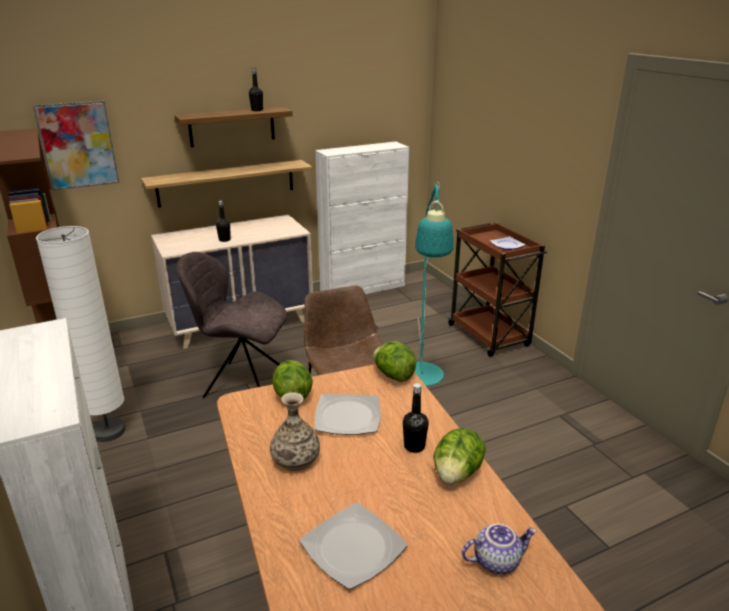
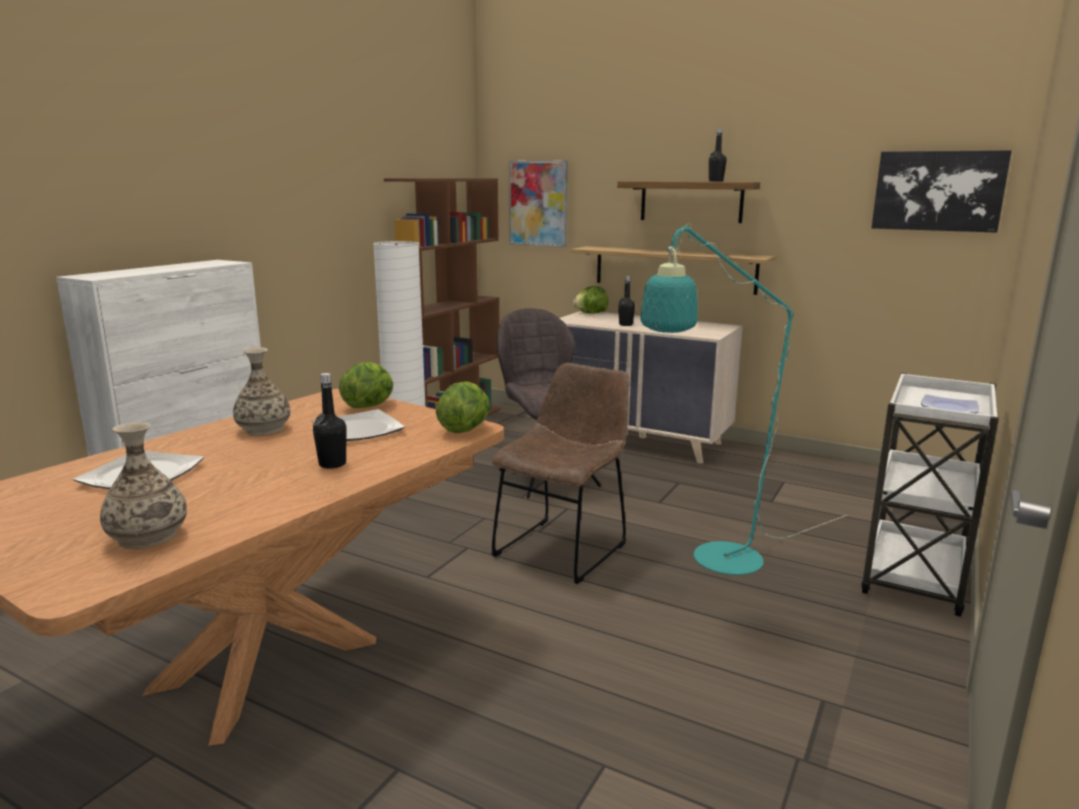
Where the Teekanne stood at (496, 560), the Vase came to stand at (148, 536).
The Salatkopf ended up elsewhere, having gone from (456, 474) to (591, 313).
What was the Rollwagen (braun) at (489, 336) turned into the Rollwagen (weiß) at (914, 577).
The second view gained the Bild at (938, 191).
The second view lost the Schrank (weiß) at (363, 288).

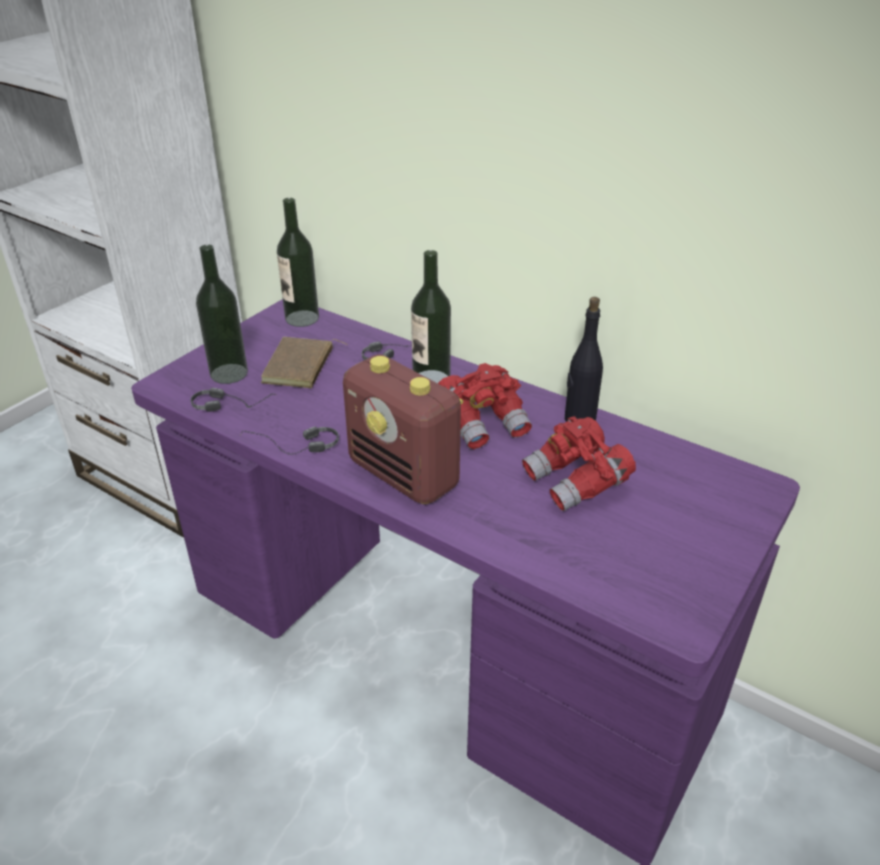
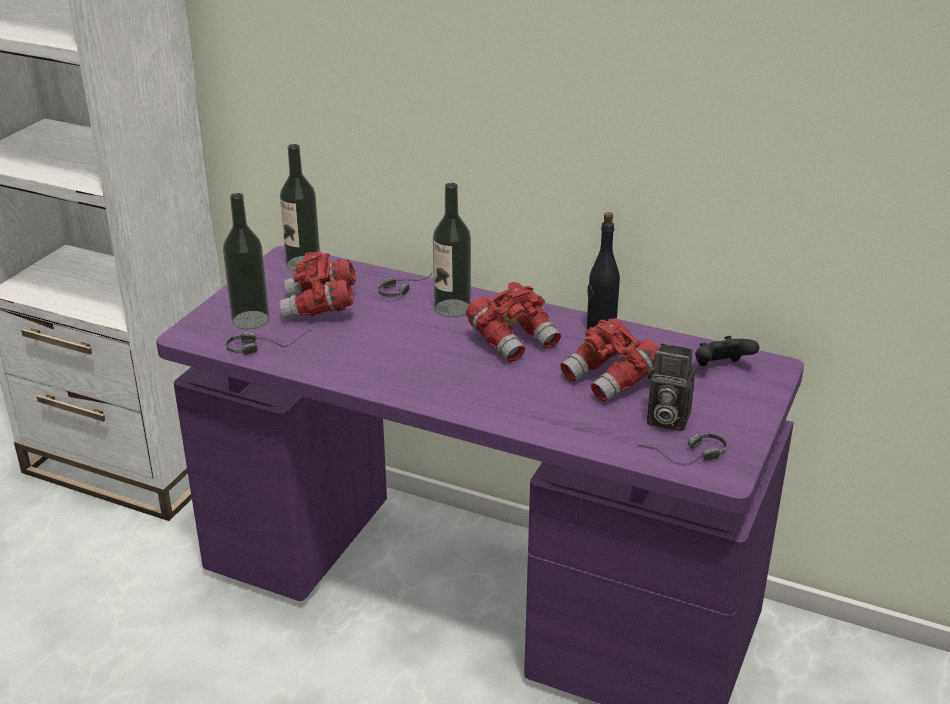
Where the Buch (braun) stood at (301, 367), the Fernglas (rot) came to stand at (320, 308).
The Kopfhörer ended up elsewhere, having gone from (292, 449) to (683, 460).
The second view gained the Kamera at (665, 419).
The second view gained the Gamepad (schwarz) at (721, 368).
The second view lost the Radio at (405, 475).

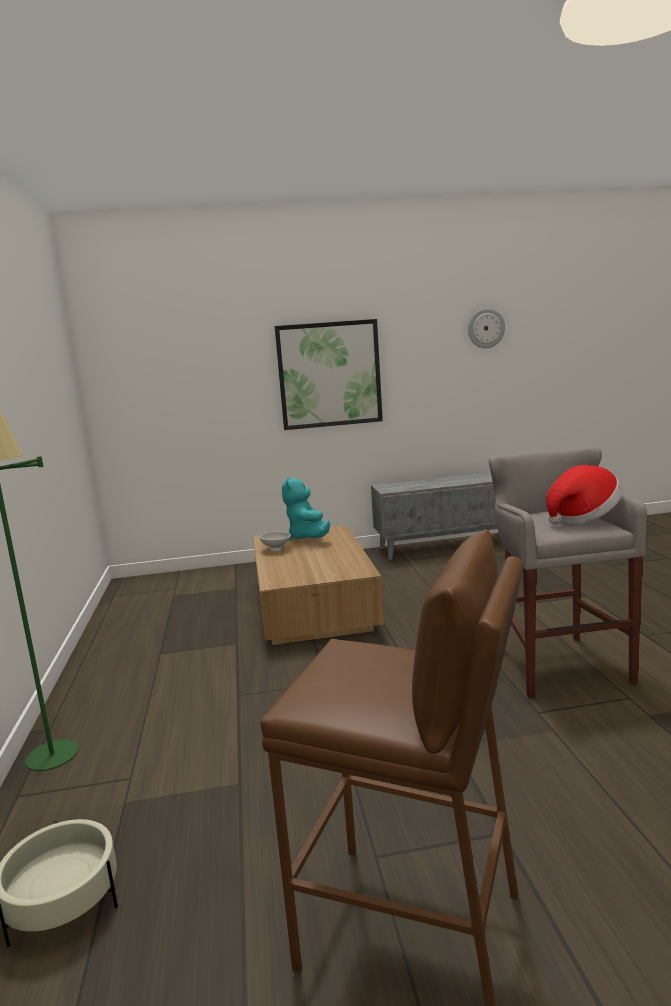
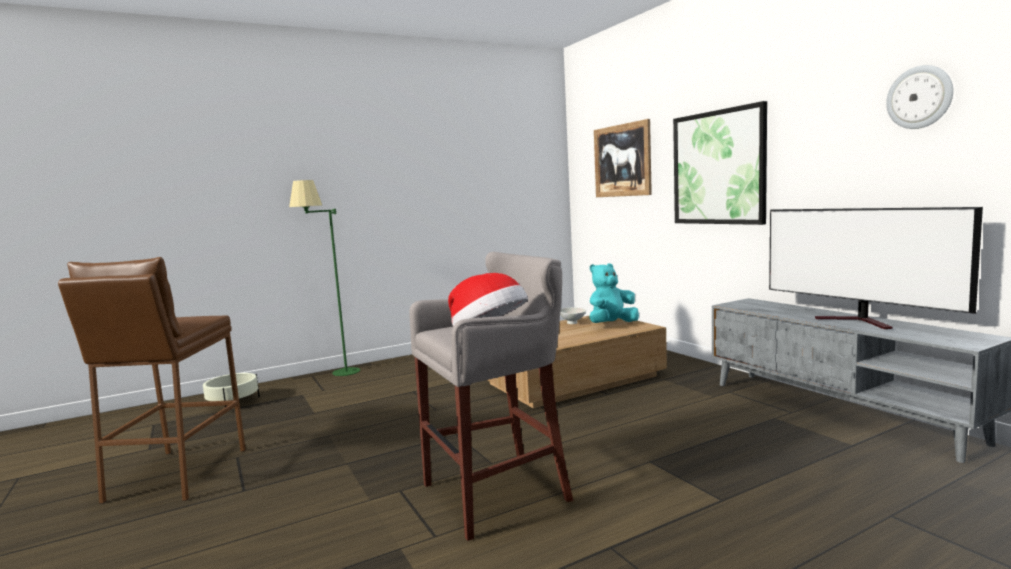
The second view gained the Bild at (622, 160).
The second view gained the Fernseher at (860, 321).

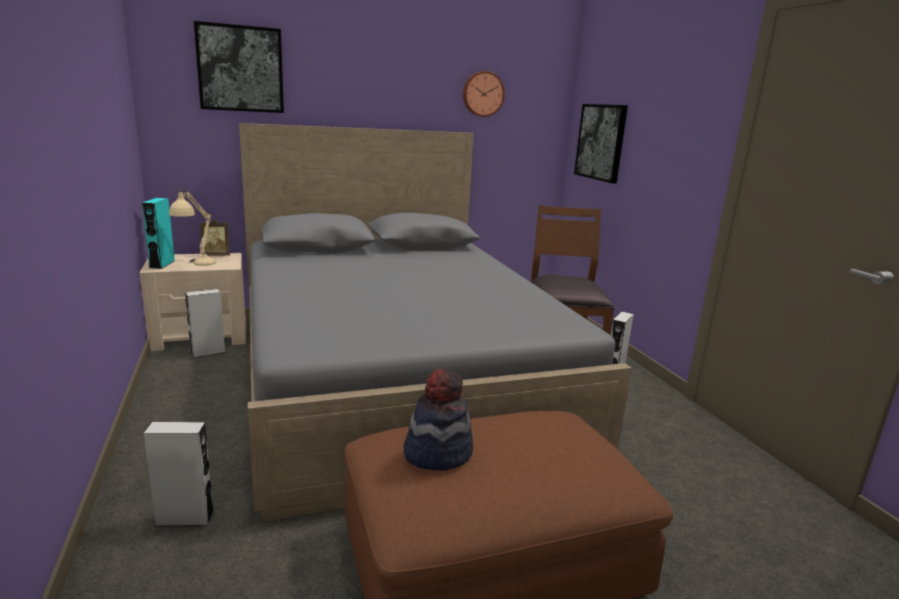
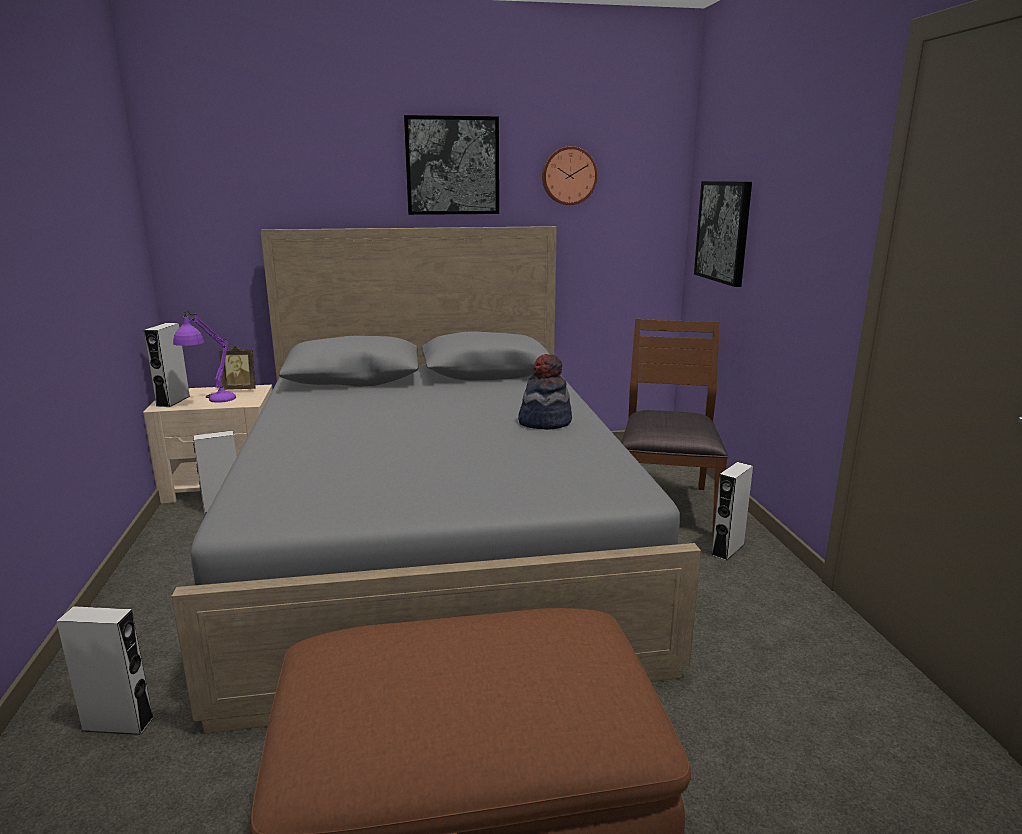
What was the Lautsprecher (türkis) at (162, 264) turned into the Lautsprecher (grau) at (173, 401).
What was the Tischlampe (beige) at (196, 265) turned into the Tischlampe (lila) at (210, 402).
The Bild ended up elsewhere, having gone from (240, 69) to (452, 166).
The Hut ended up elsewhere, having gone from (437, 452) to (544, 422).

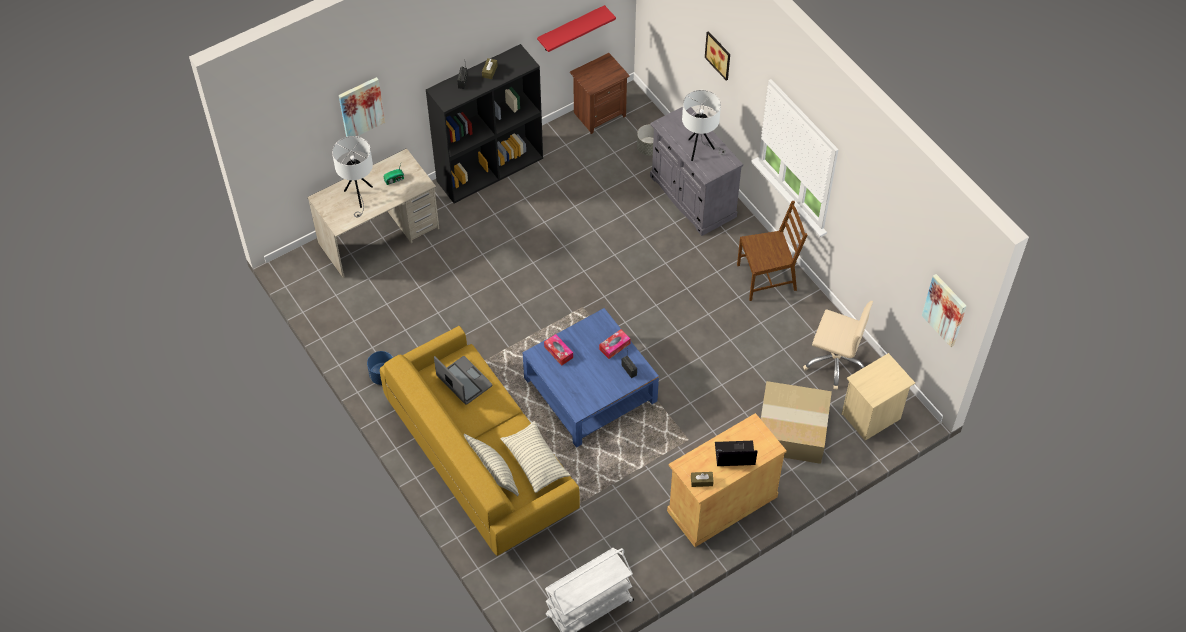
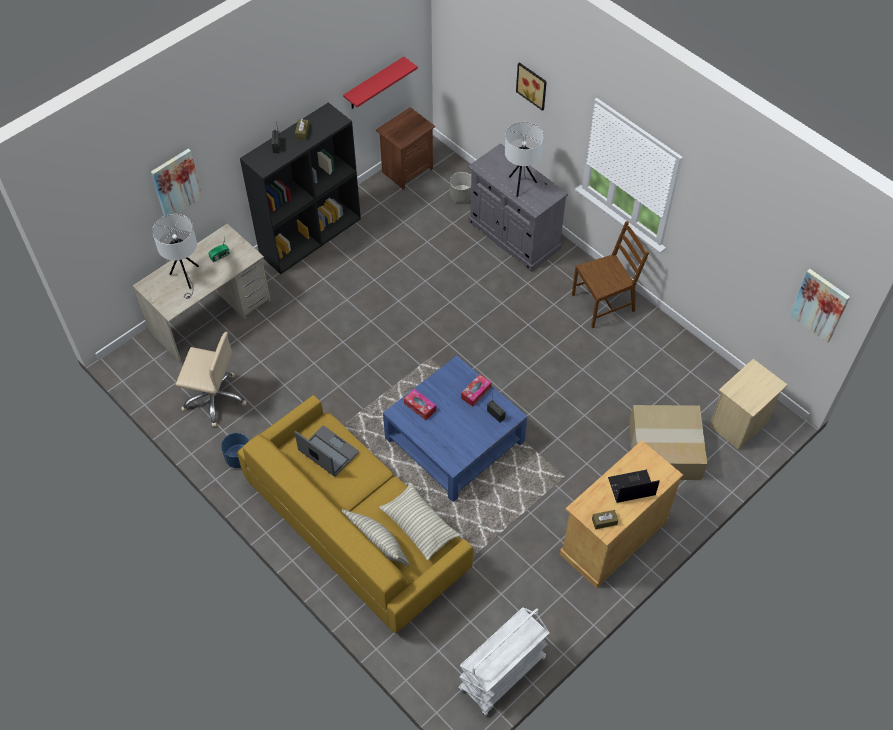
The Bürostuhl (beige) ended up elsewhere, having gone from (835, 362) to (214, 398).

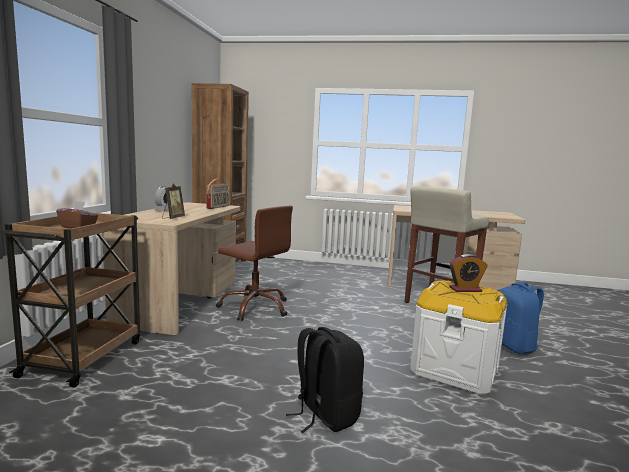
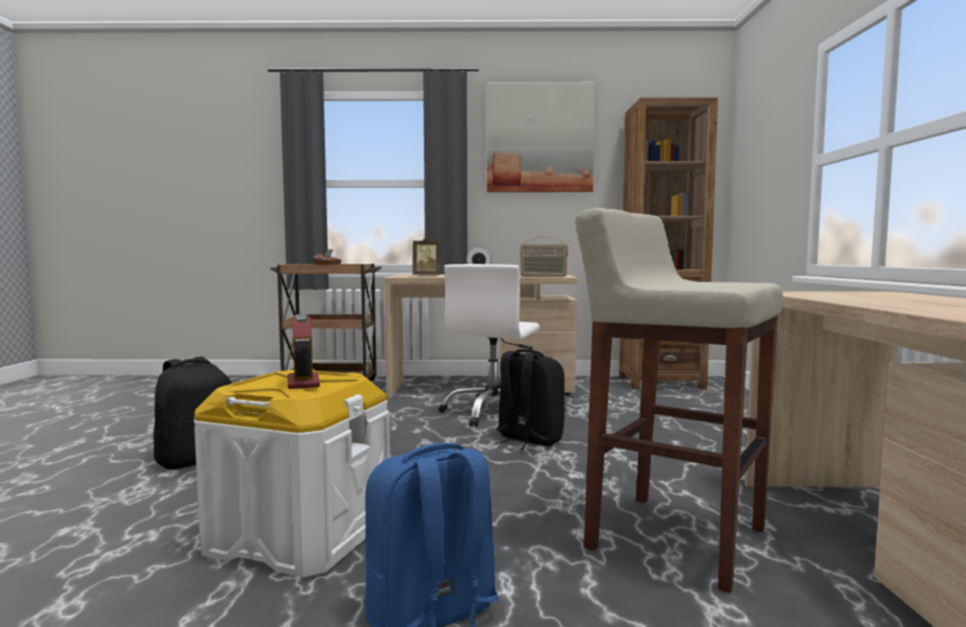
What was the Bürostuhl (braun) at (255, 307) turned into the Bürostuhl (weiß) at (493, 412).
The second view gained the Bild at (539, 138).
The second view gained the Rucksack (schwarz) at (528, 440).

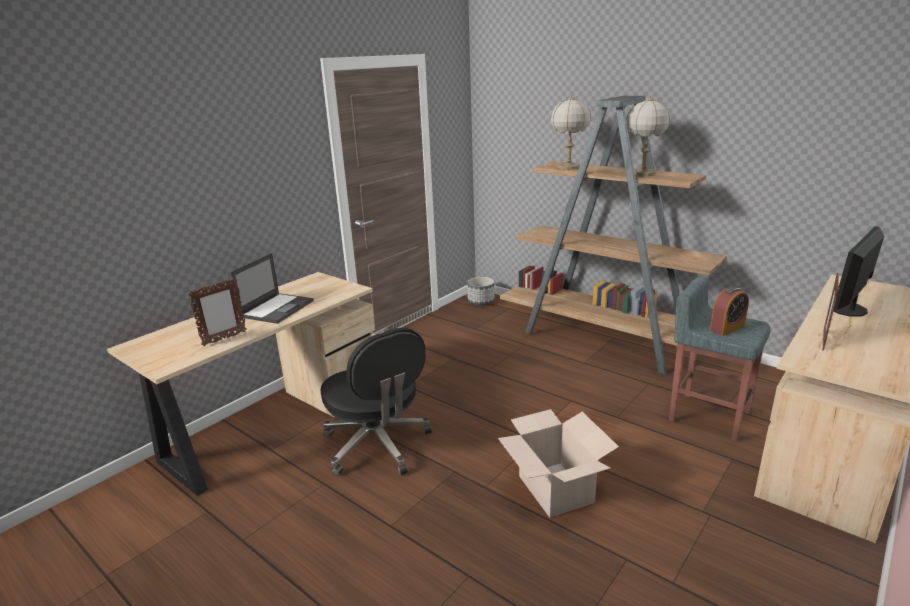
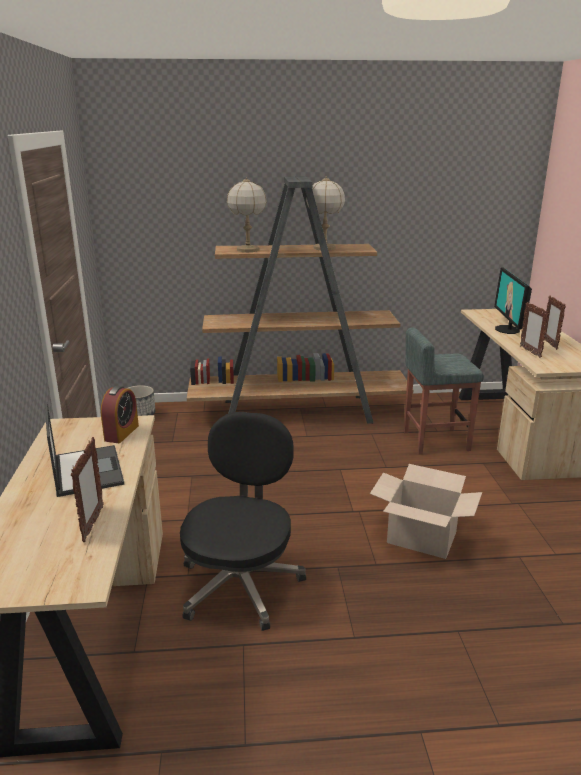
The Wecker ended up elsewhere, having gone from (727, 328) to (121, 433).
The Bürostuhl (schwarz) at (377, 445) ended up facing another way, 90 degrees counterclockwise from before.
The second view gained the Bilderrahmen at (549, 344).

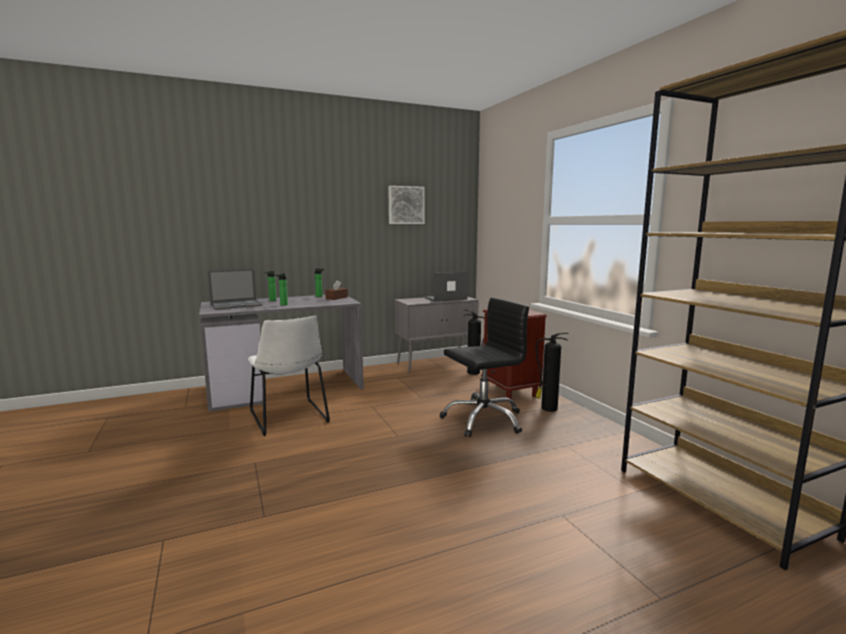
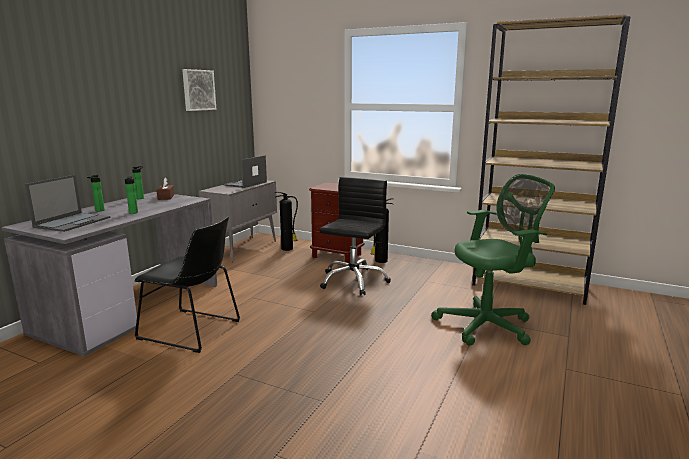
What was the Stuhl (weiß) at (289, 418) turned into the Stuhl (schwarz) at (193, 330).
The second view gained the Bürostuhl (grün) at (488, 325).

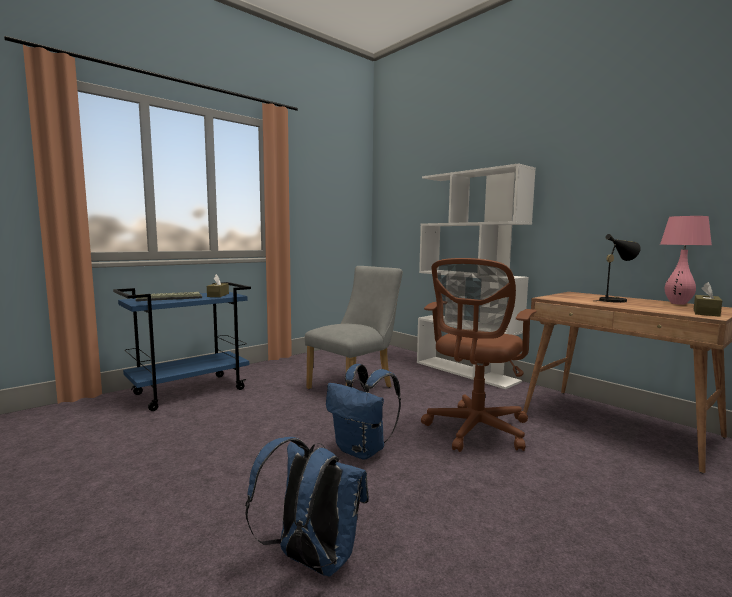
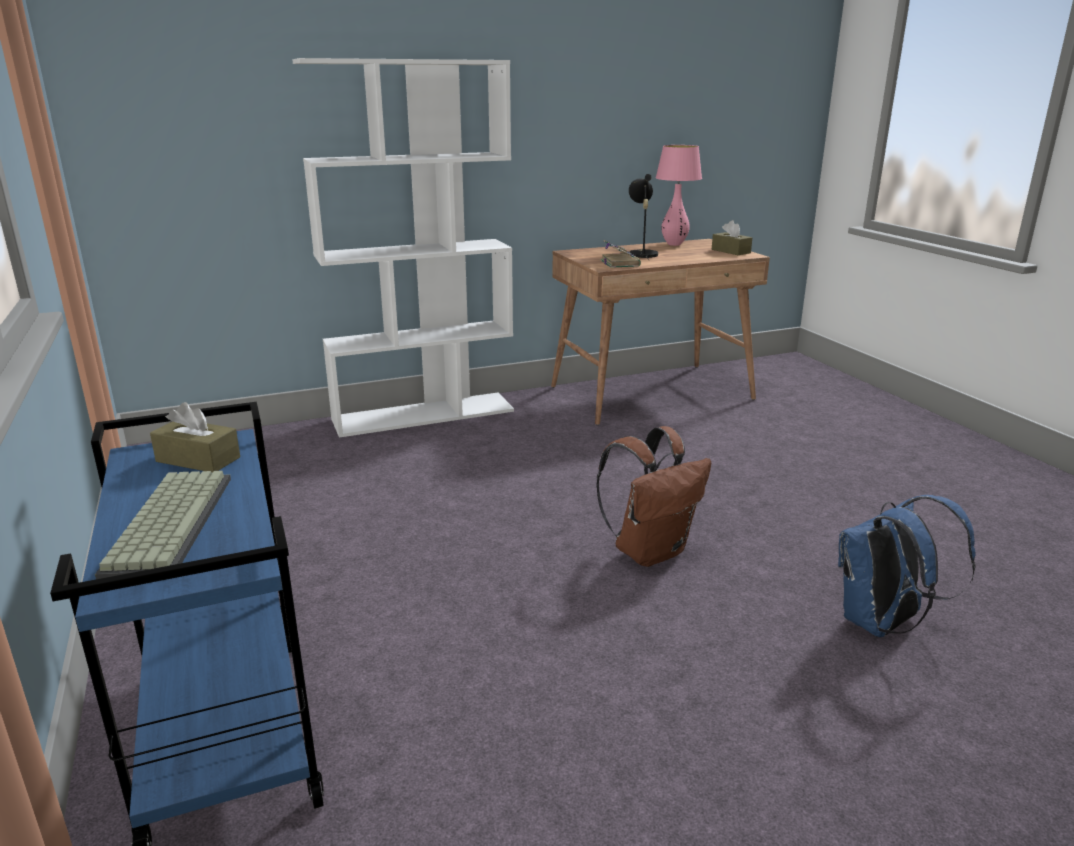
What was the Rucksack (blau) at (362, 450) turned into the Rucksack (braun) at (650, 551).
The second view gained the Buch at (619, 263).
The second view lost the Stuhl (grau) at (355, 387).
The second view lost the Bürostuhl (braun) at (475, 431).

